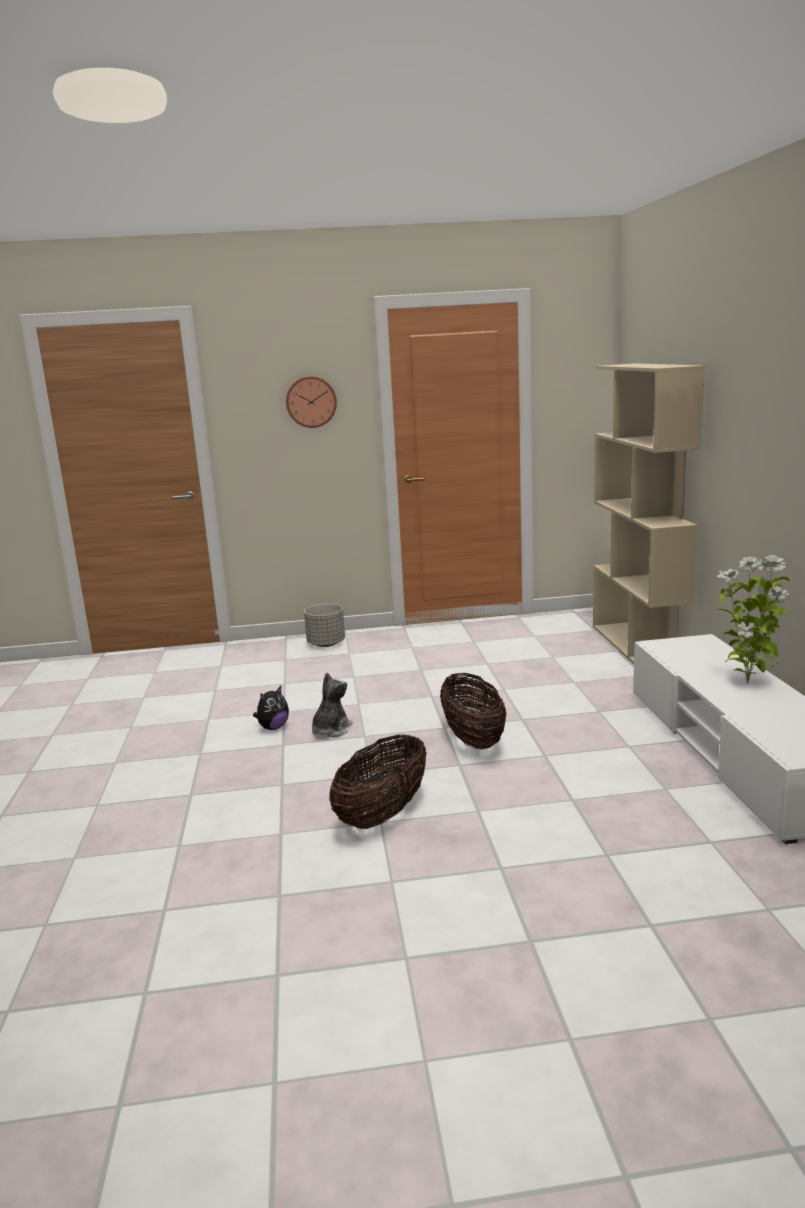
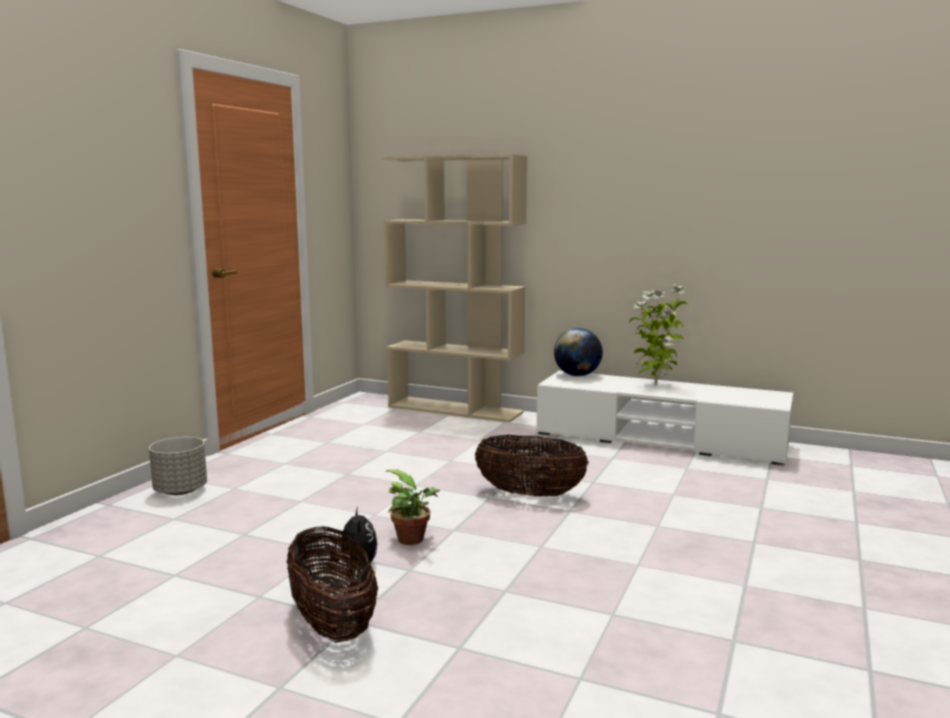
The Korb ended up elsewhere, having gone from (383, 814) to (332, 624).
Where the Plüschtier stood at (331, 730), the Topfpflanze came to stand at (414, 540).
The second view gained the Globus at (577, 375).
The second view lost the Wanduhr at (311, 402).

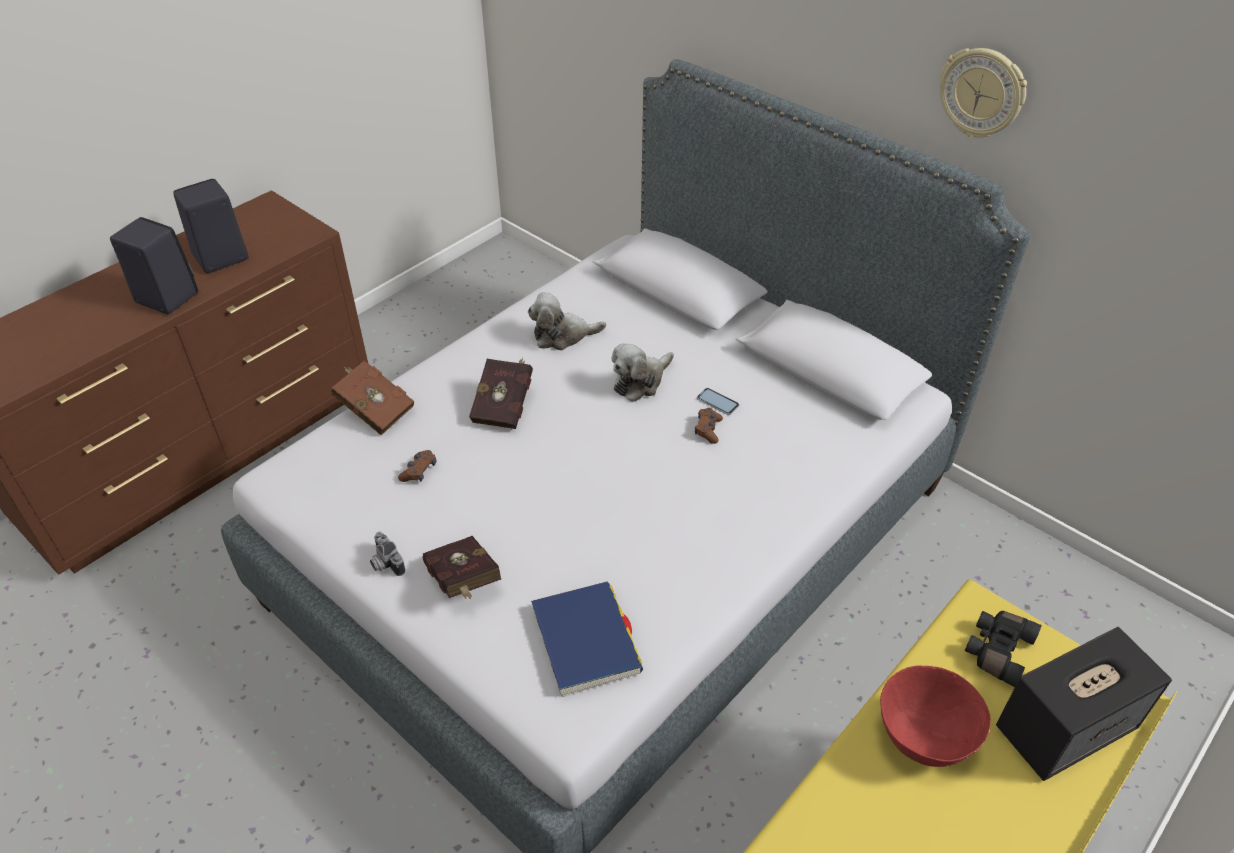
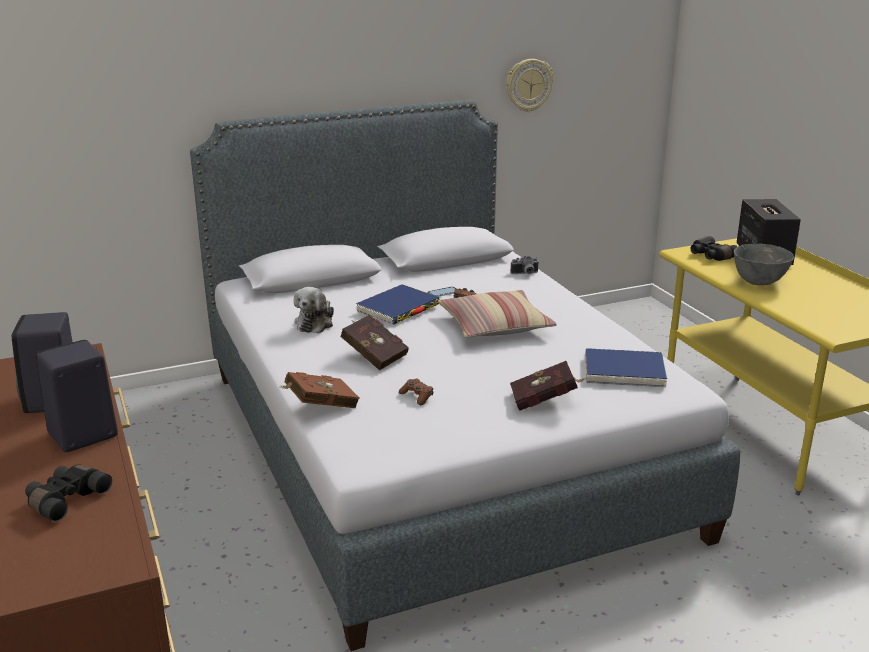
The second view gained the Fernglas (schwarz) at (65, 500).
Where the Plüschtier stood at (640, 381), the Buch (blau) came to stand at (398, 308).
The second view gained the Kissen at (495, 325).
The Wanduhr ended up elsewhere, having gone from (982, 93) to (528, 85).
The Kamera ended up elsewhere, having gone from (384, 563) to (525, 273).
What was the Schüssel (rot) at (922, 739) turned into the Schüssel (grau) at (758, 282).

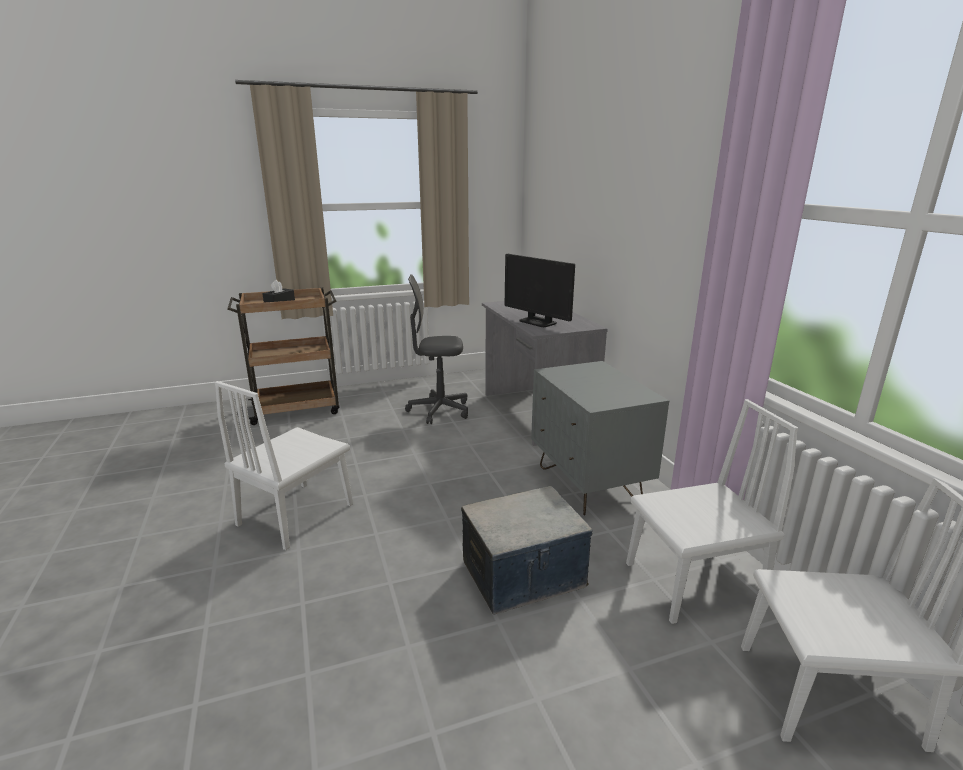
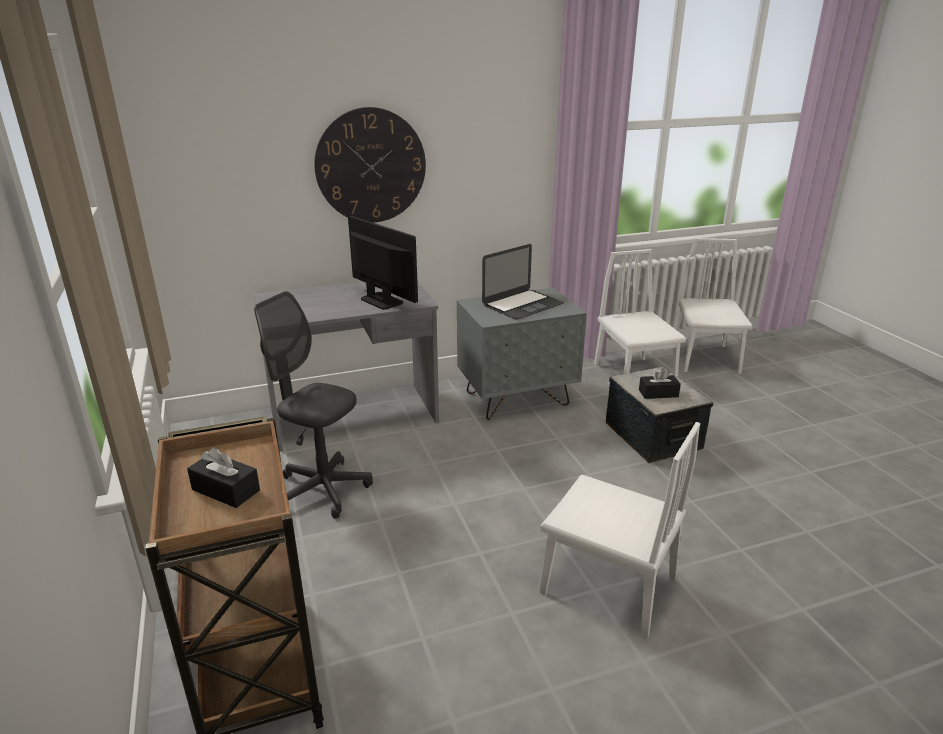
The Bürostuhl (grau) at (439, 410) ended up facing another way, 120 degrees clockwise from before.
The second view gained the Wanduhr at (371, 166).
The Monitor at (538, 322) ended up facing another way, 90 degrees counterclockwise from before.
The second view gained the Laptop at (522, 304).
The second view gained the Taschentuchbox (schwarz) at (658, 393).

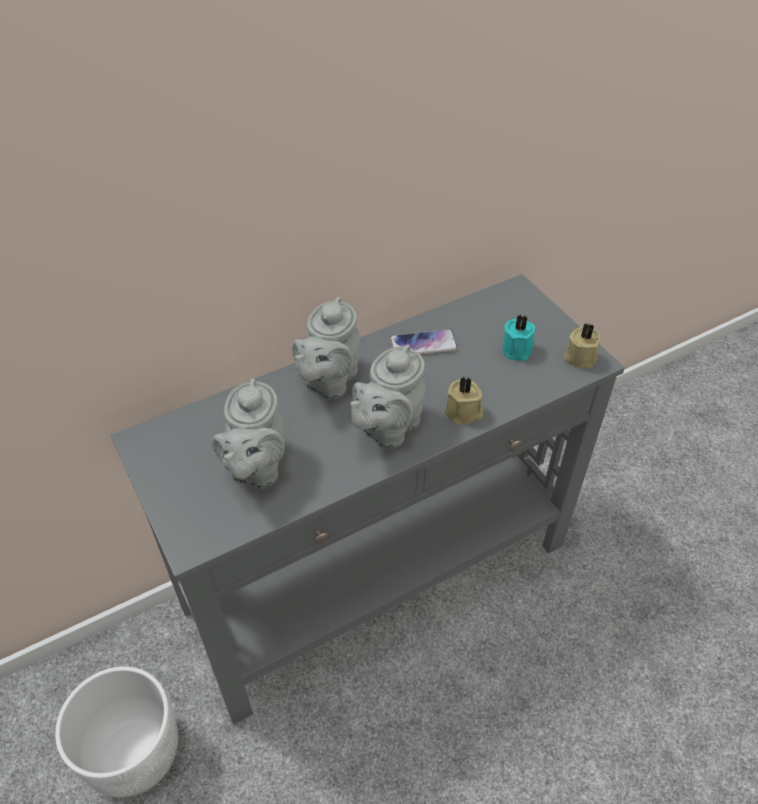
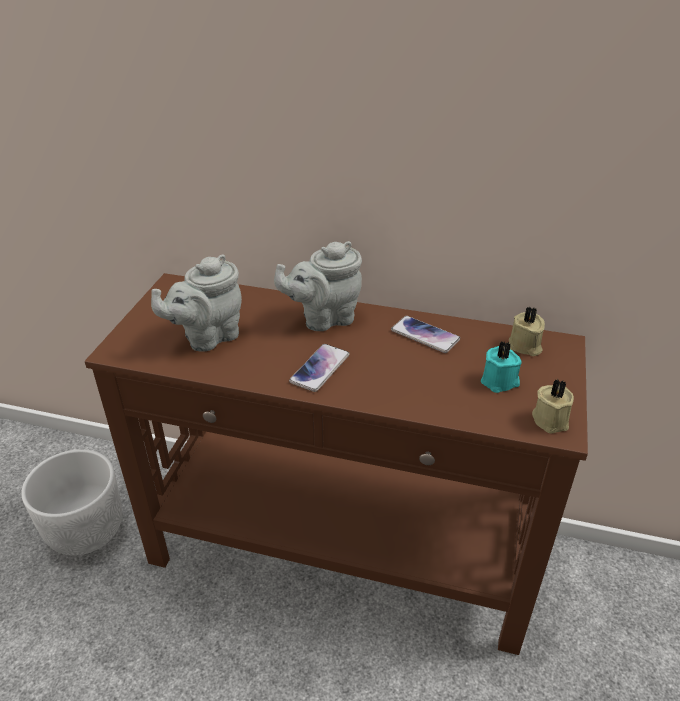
What was the Konsolentisch (grau) at (380, 576) turned into the Konsolentisch (braun) at (342, 553).
Where the Teekanne (grau) stood at (388, 428), the Handy came to stand at (320, 368).
The Kerze (beige) ended up elsewhere, having gone from (464, 413) to (525, 346).

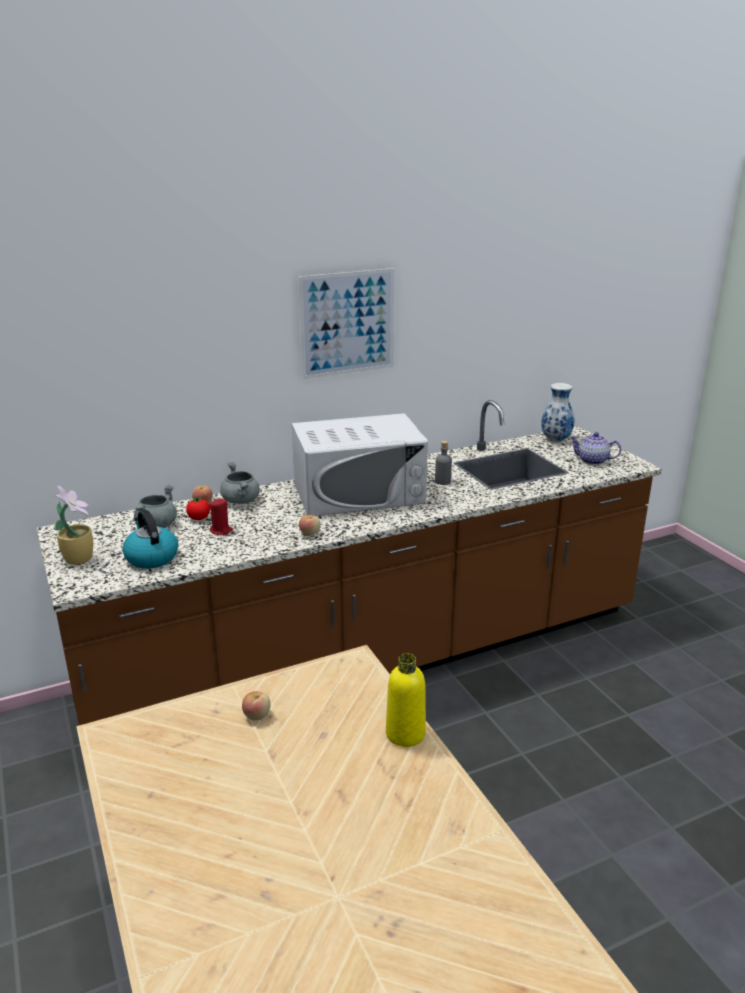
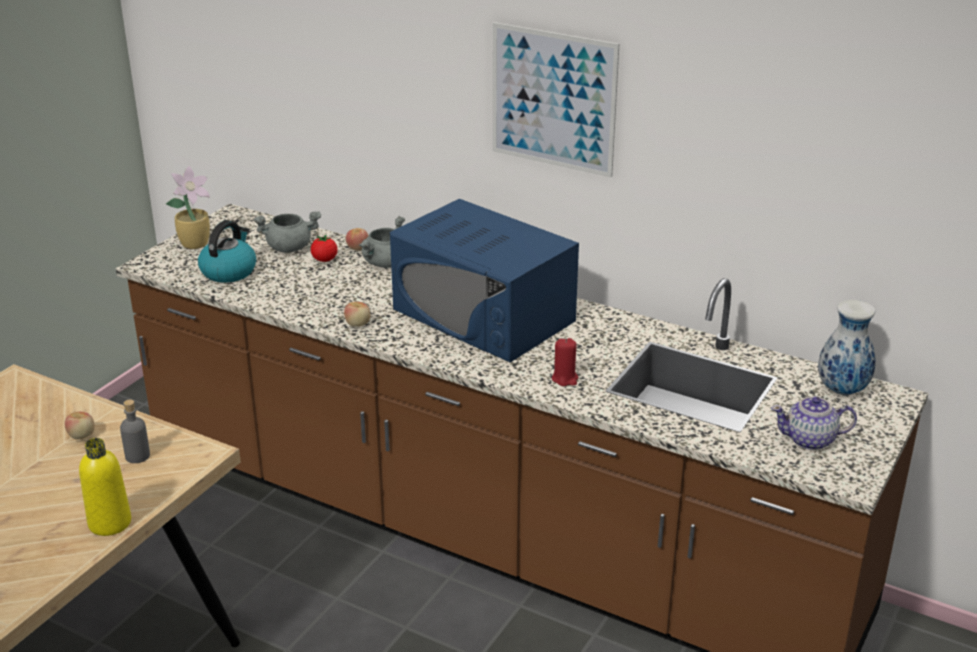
The Flasche (grau) ended up elsewhere, having gone from (442, 481) to (137, 456).
What was the Mikrowelle (weiß) at (359, 493) turned into the Mikrowelle (blau) at (484, 315).
The Kerze (rot) ended up elsewhere, having gone from (221, 530) to (565, 379).
The Teekanne at (593, 461) ended up facing another way, 75 degrees counterclockwise from before.

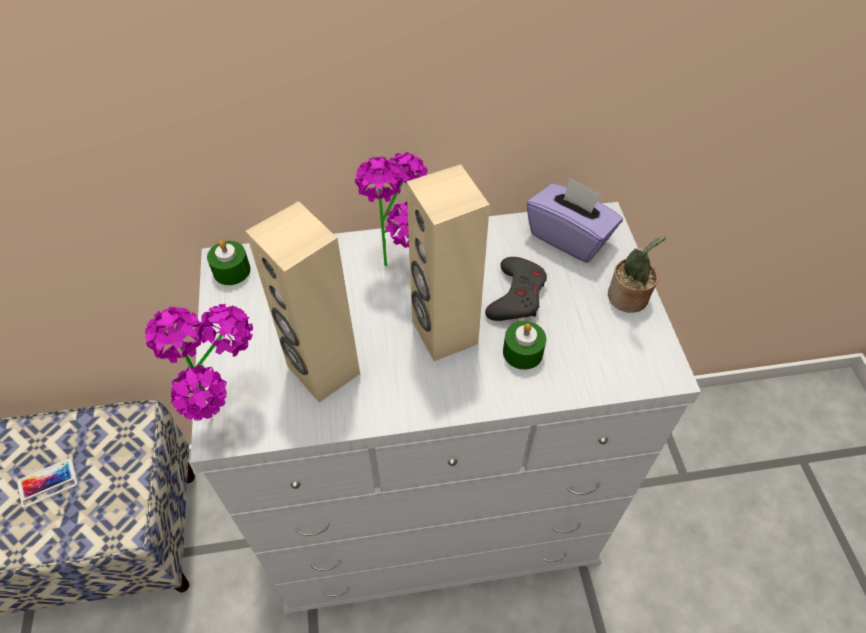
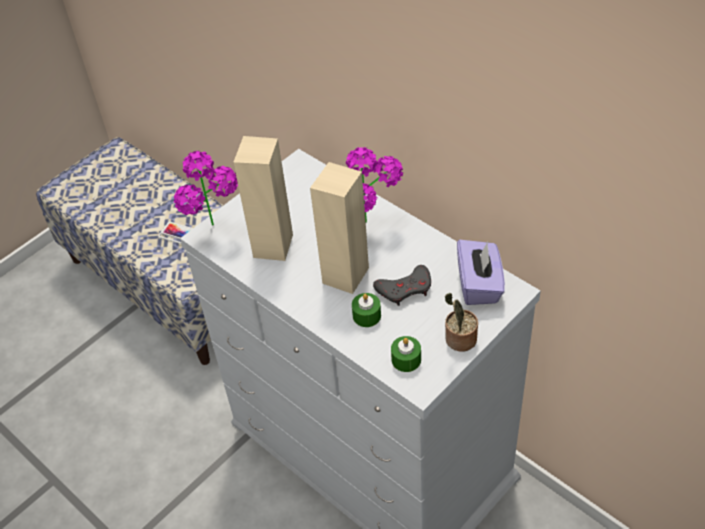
The Kerze (grün) ended up elsewhere, having gone from (231, 270) to (406, 359).

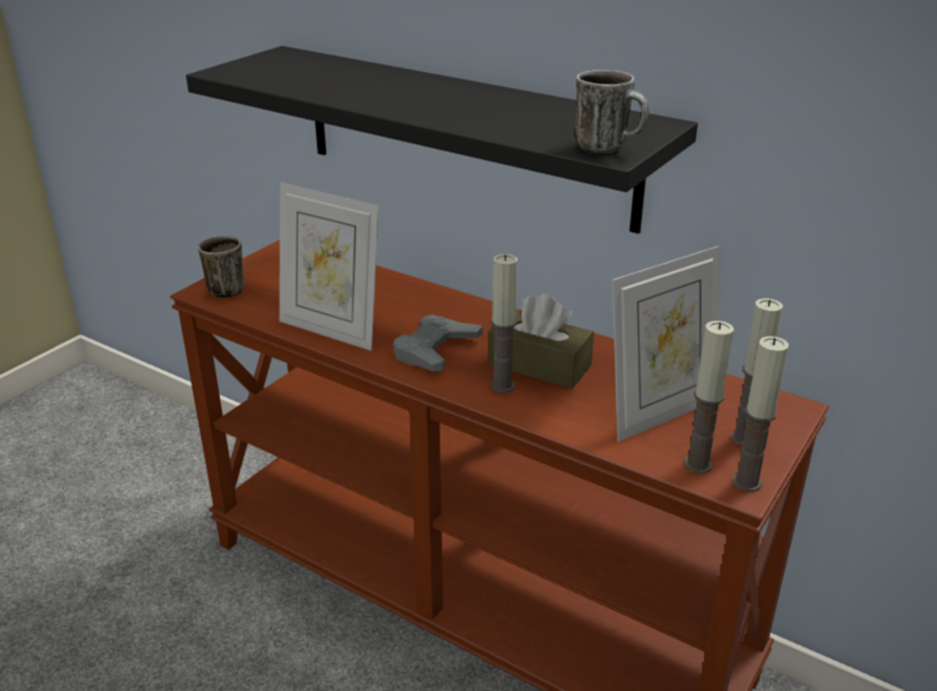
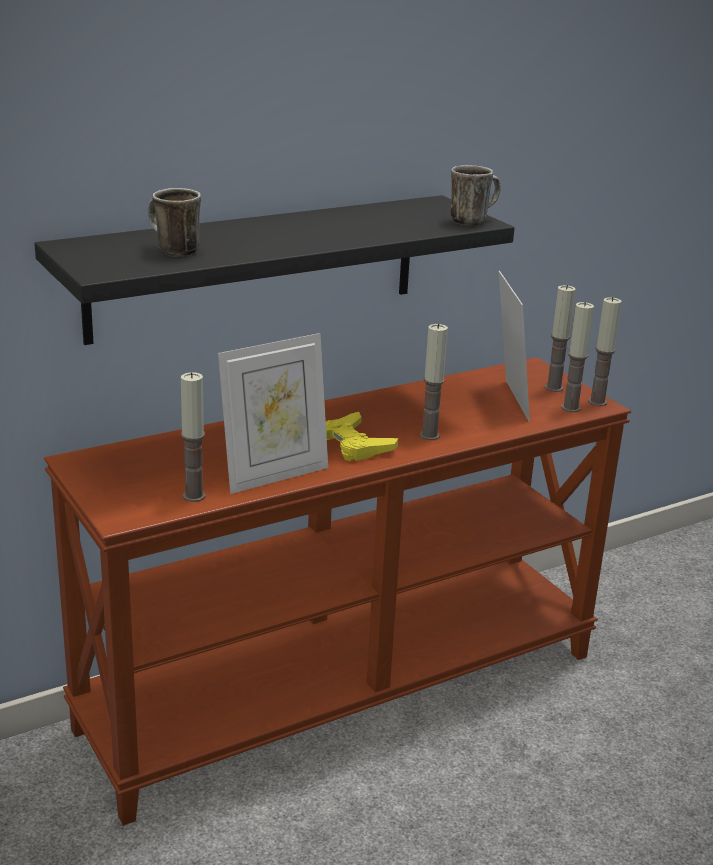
The Henkelbecher ended up elsewhere, having gone from (227, 288) to (171, 250).
The second view gained the Kerze at (194, 496).
What was the Gamepad (grau) at (435, 350) turned into the Gamepad (gelb) at (354, 444).
The second view lost the Taschentuchbox (braun) at (539, 365).

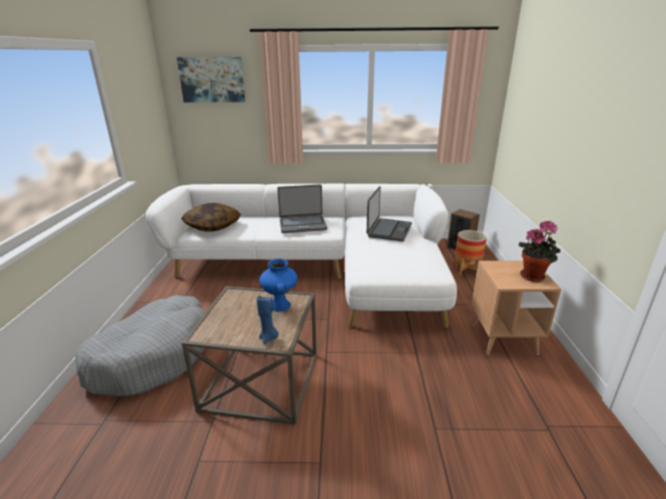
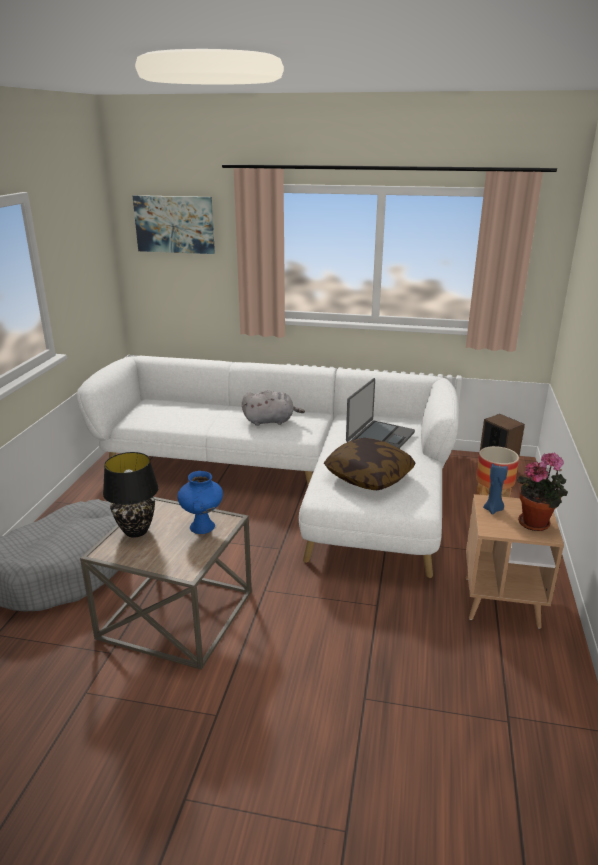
The second view gained the Tischlampe (schwarz) at (137, 531).
Where the Laptop stood at (302, 225), the Plüschtier (grau) came to stand at (271, 421).
The Kissen ended up elsewhere, having gone from (213, 226) to (369, 476).
The Kerze (blau) ended up elsewhere, having gone from (268, 338) to (493, 510).

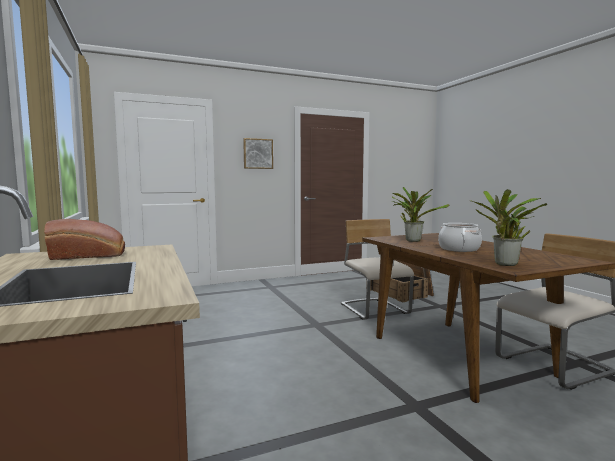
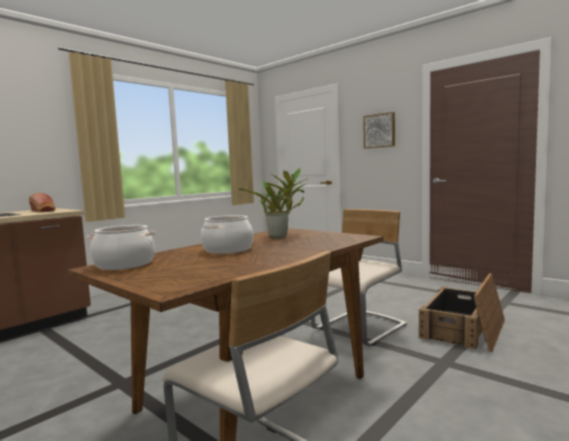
Where the Topfpflanze stood at (504, 265), the Kochtopf came to stand at (124, 264).

